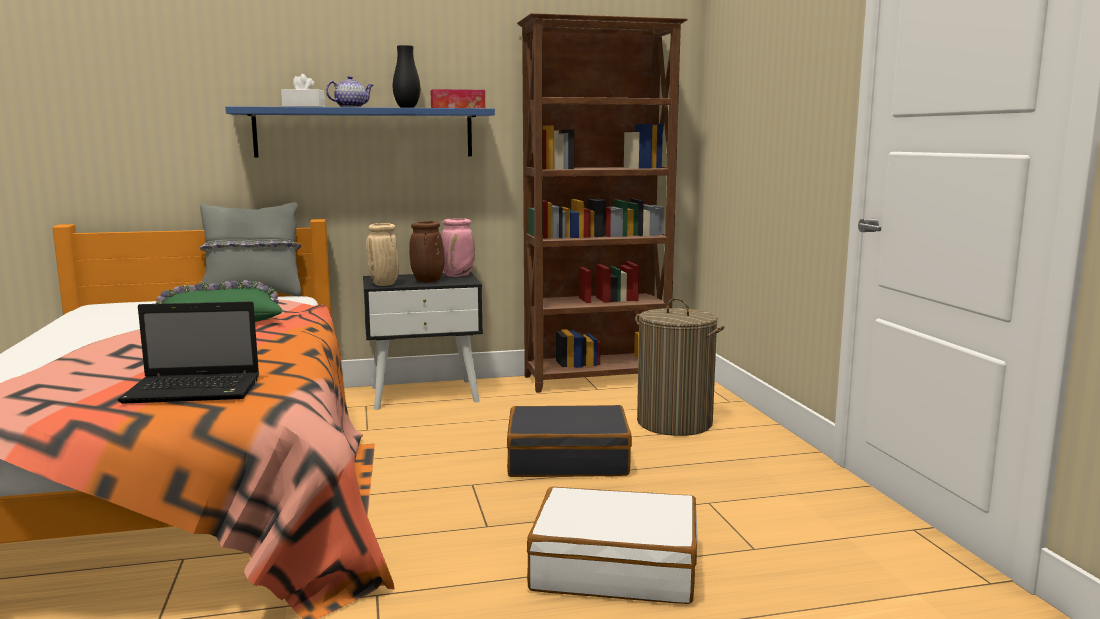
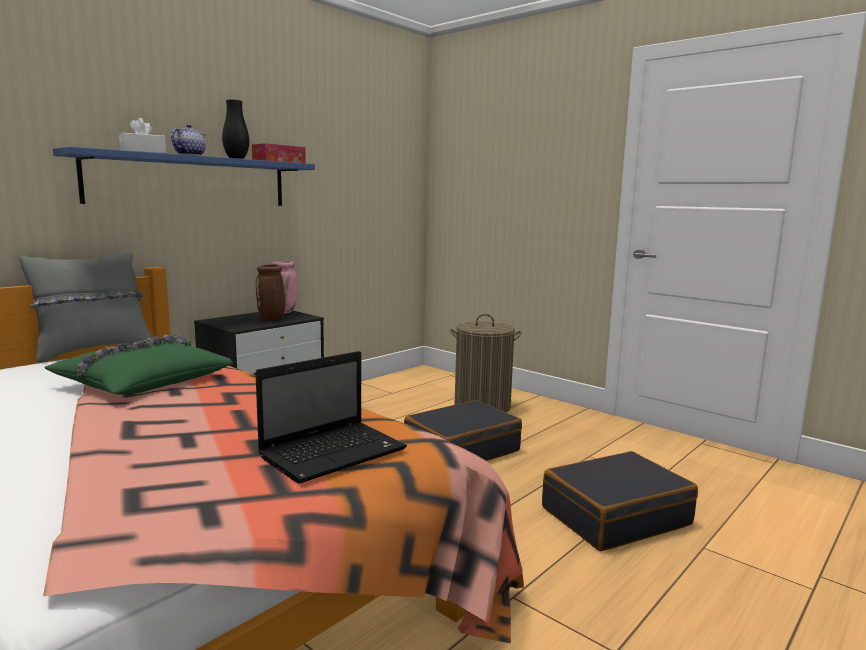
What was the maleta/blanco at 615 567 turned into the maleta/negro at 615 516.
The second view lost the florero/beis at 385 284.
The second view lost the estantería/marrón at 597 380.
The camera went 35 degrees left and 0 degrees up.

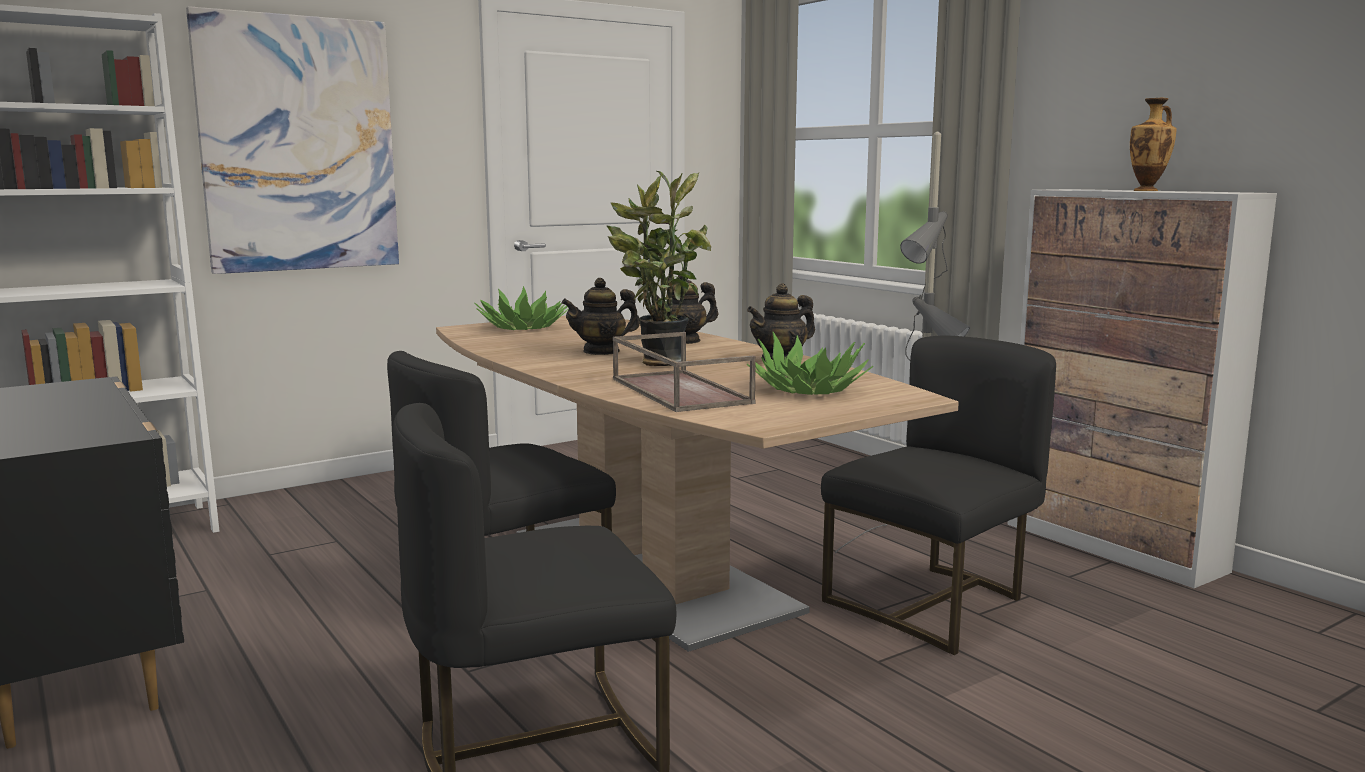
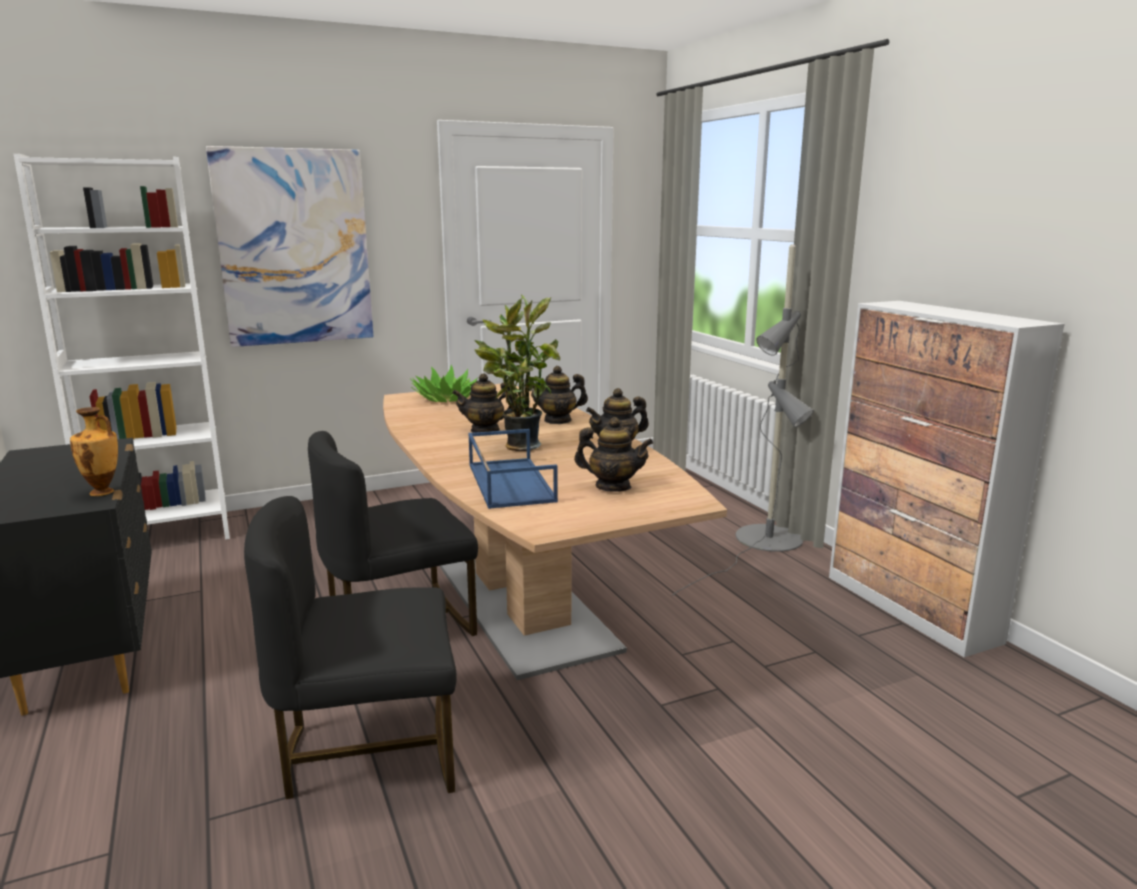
The florero ended up elsewhere, having gone from 1147 190 to 103 492.
What was the bandeja/marrón at 677 390 turned into the bandeja/azul at 508 482.
Where the planta en maceta stood at 808 389, the tetera came to stand at 613 487.
The second view lost the silla/negro at 933 604.
The camera went 10 degrees right and 5 degrees up.

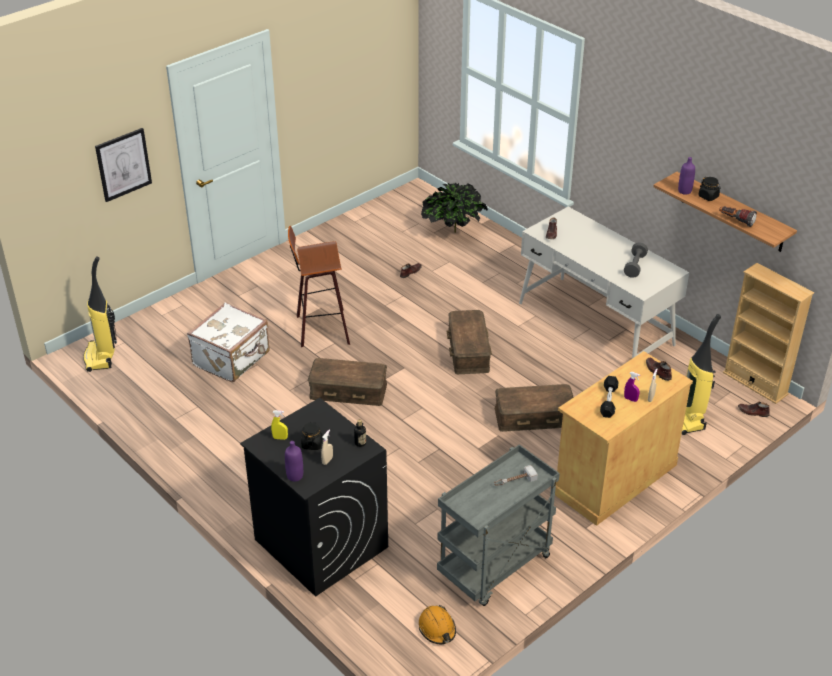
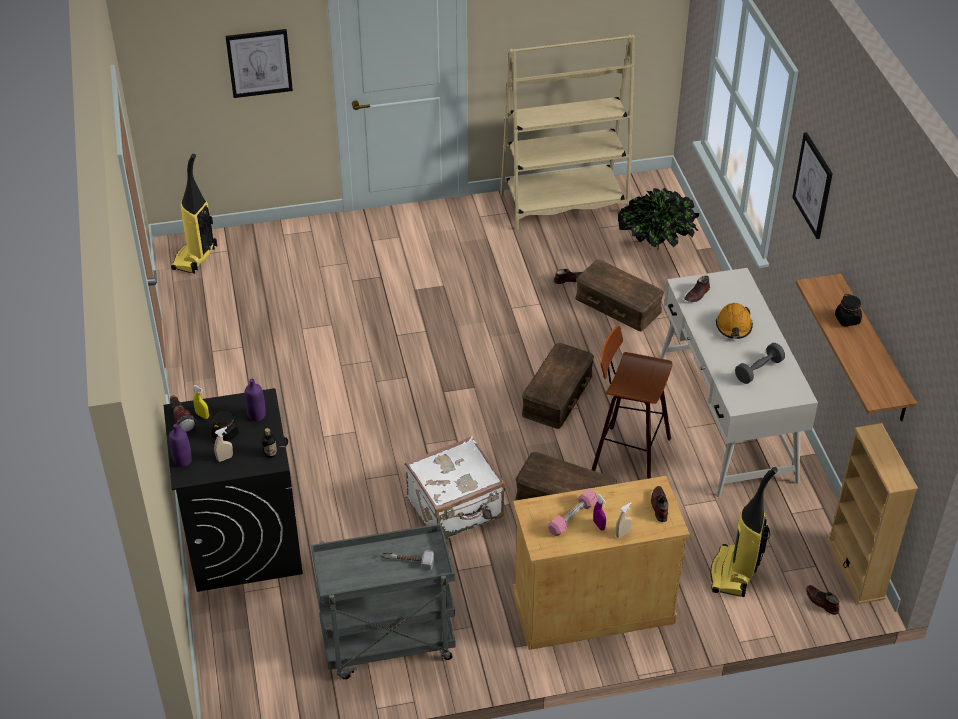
The linterna ended up elsewhere, having gone from 736 221 to 181 419.
The botella/morado ended up elsewhere, having gone from 684 191 to 256 415.
The maleta/blanco ended up elsewhere, having gone from 232 359 to 456 509.
The second view gained the estantería/beis at 564 204.
What was the mancuerna/negro at 608 401 turned into the mancuerna/rosa at 572 517.
The caja de almacenaje/marrón ended up elsewhere, having gone from 348 391 to 617 305.
The taburete ended up elsewhere, having gone from 320 329 to 628 455.
The casco/naranja ended up elsewhere, having gone from 437 629 to 734 326.
The second view gained the cuadro at 813 185.
The camera went 30 degrees right and 5 degrees up.

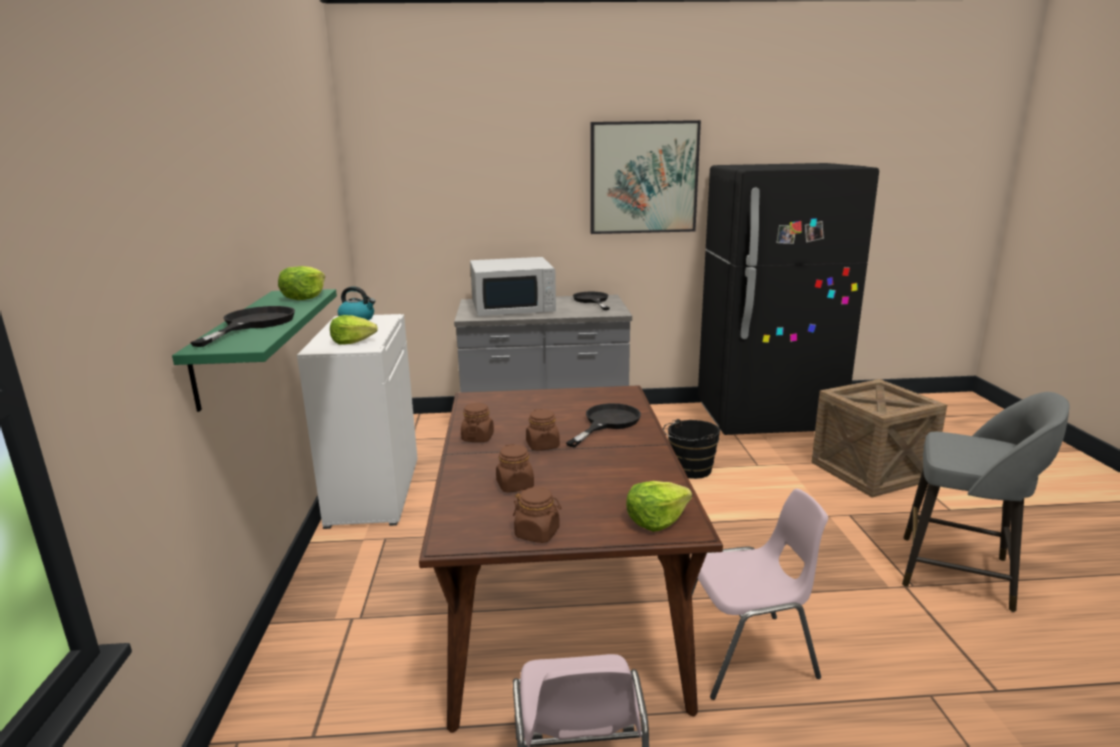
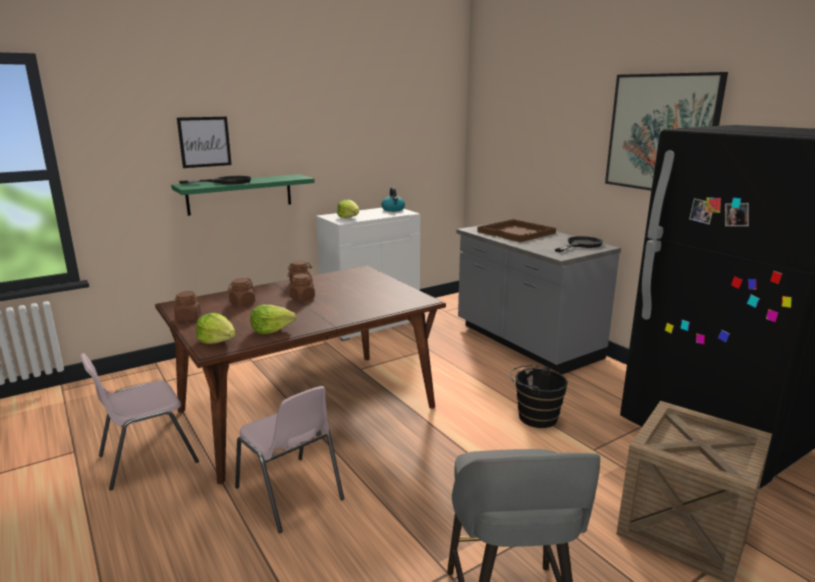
The second view gained the cuadro at 204 142.
The lechuga ended up elsewhere, having gone from 304 297 to 271 330.
Where the microondas/blanco stood at 513 307, the bandeja/marrón came to stand at 517 232.
The second view lost the sartén/negro at 607 422.
The camera went 60 degrees right and 0 degrees up.

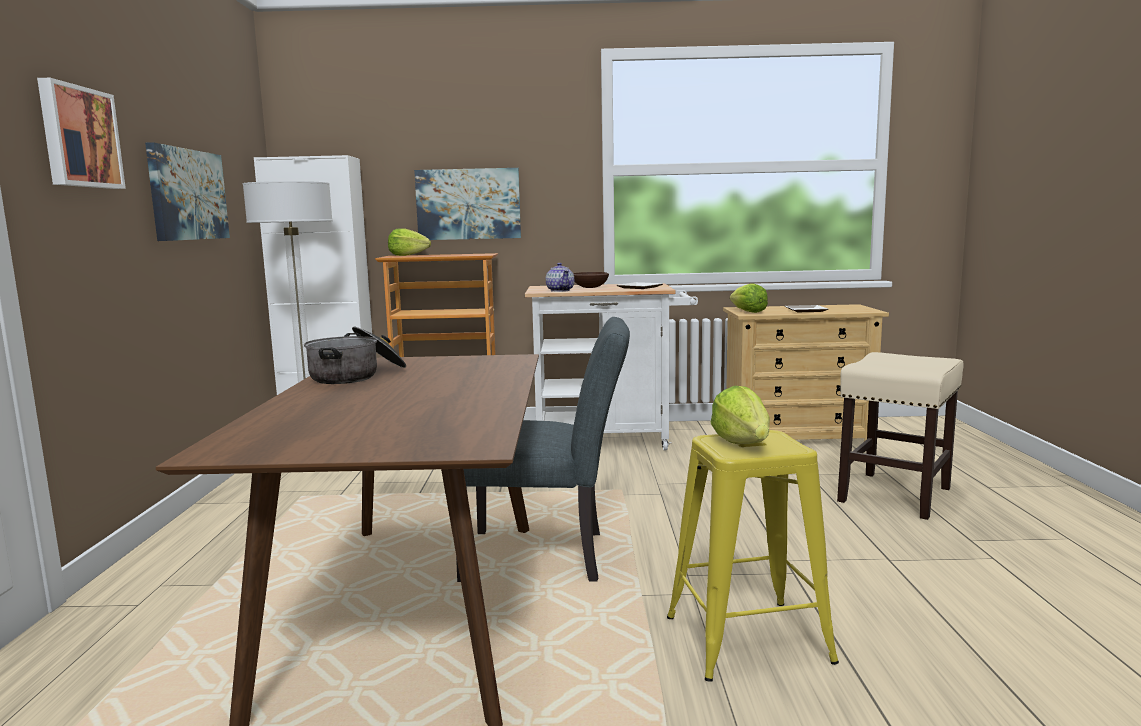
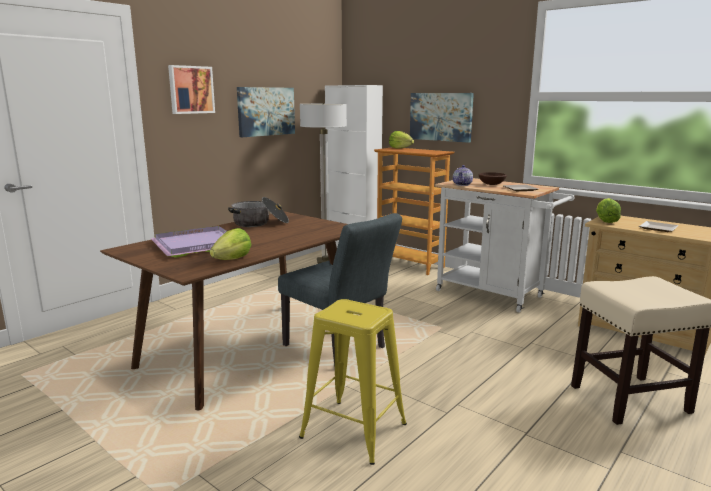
The second view gained the bandeja/morado at 196 245.
The lechuga ended up elsewhere, having gone from 742 443 to 232 259.
The camera went 40 degrees right and 5 degrees up.

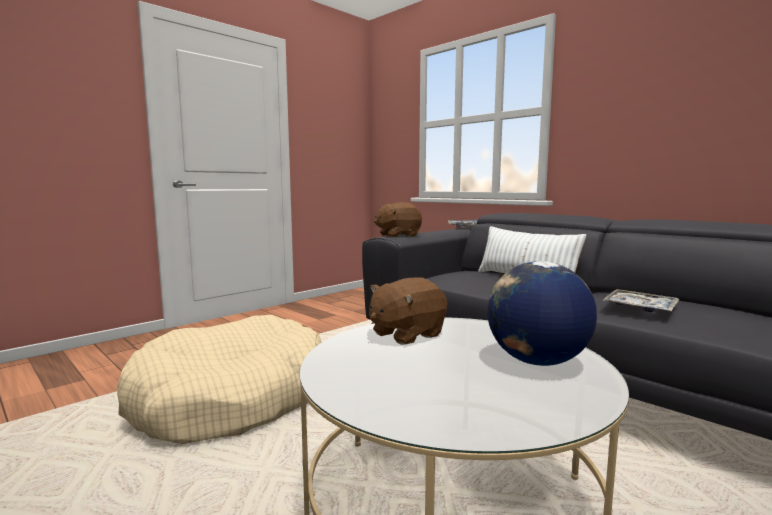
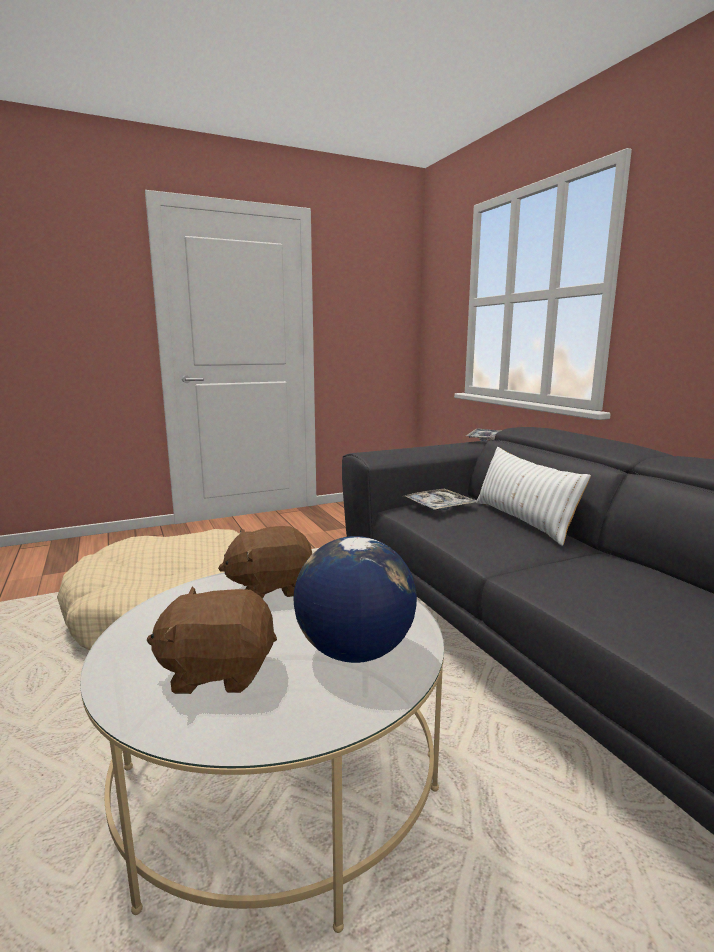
The peluche/marrón ended up elsewhere, having gone from 398 235 to 218 671.
The bandeja ended up elsewhere, having gone from 640 308 to 439 506.
The camera went 20 degrees right and 5 degrees up.

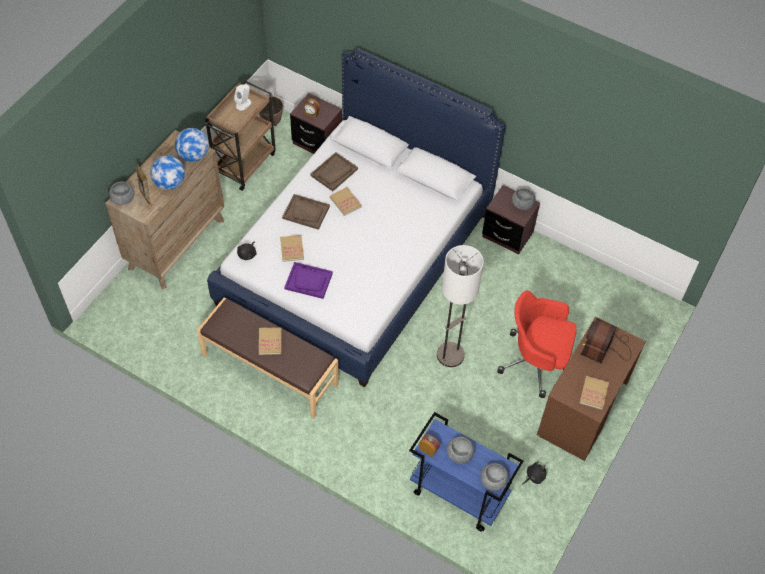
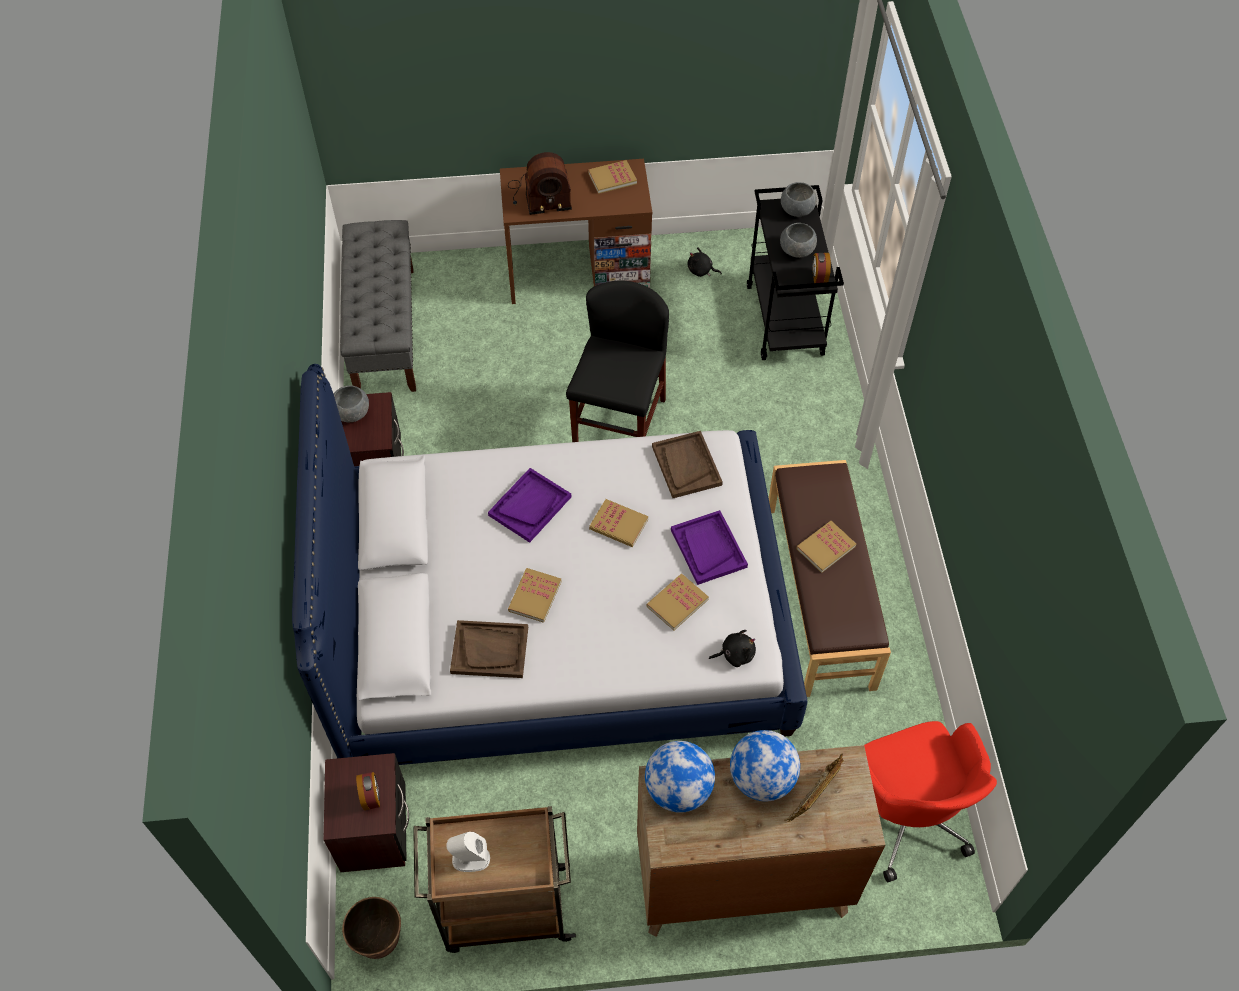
The second view gained the banco/gris at 385 330.
The second view gained the bandeja/morado at 530 506.
Where the lámpara de pie stood at 450 355, the silla/negro came to stand at 619 423.
The second view gained the libro at 618 524.
The bandeja/marrón ended up elsewhere, having gone from 306 212 to 686 465.
What was the carrito/azul at 457 494 turned into the carrito/negro at 785 320.
The silla de oficina/rojo ended up elsewhere, having gone from 536 362 to 905 812.
The second view lost the cuenco/gris at 123 199.
The camera went 125 degrees left and 0 degrees up.

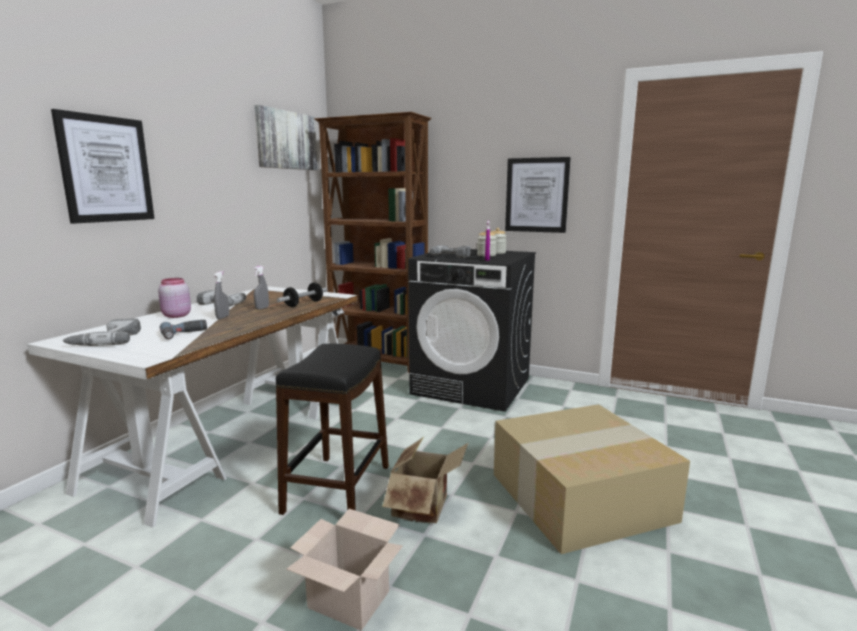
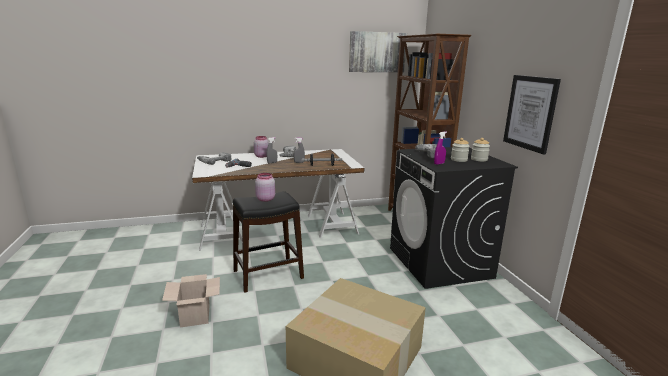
The second view gained the tarro/rosa at 265 199.
The second view lost the cuadro at 106 169.
The second view lost the caja de cartón at 425 507.
The camera went 50 degrees right and 5 degrees up.

